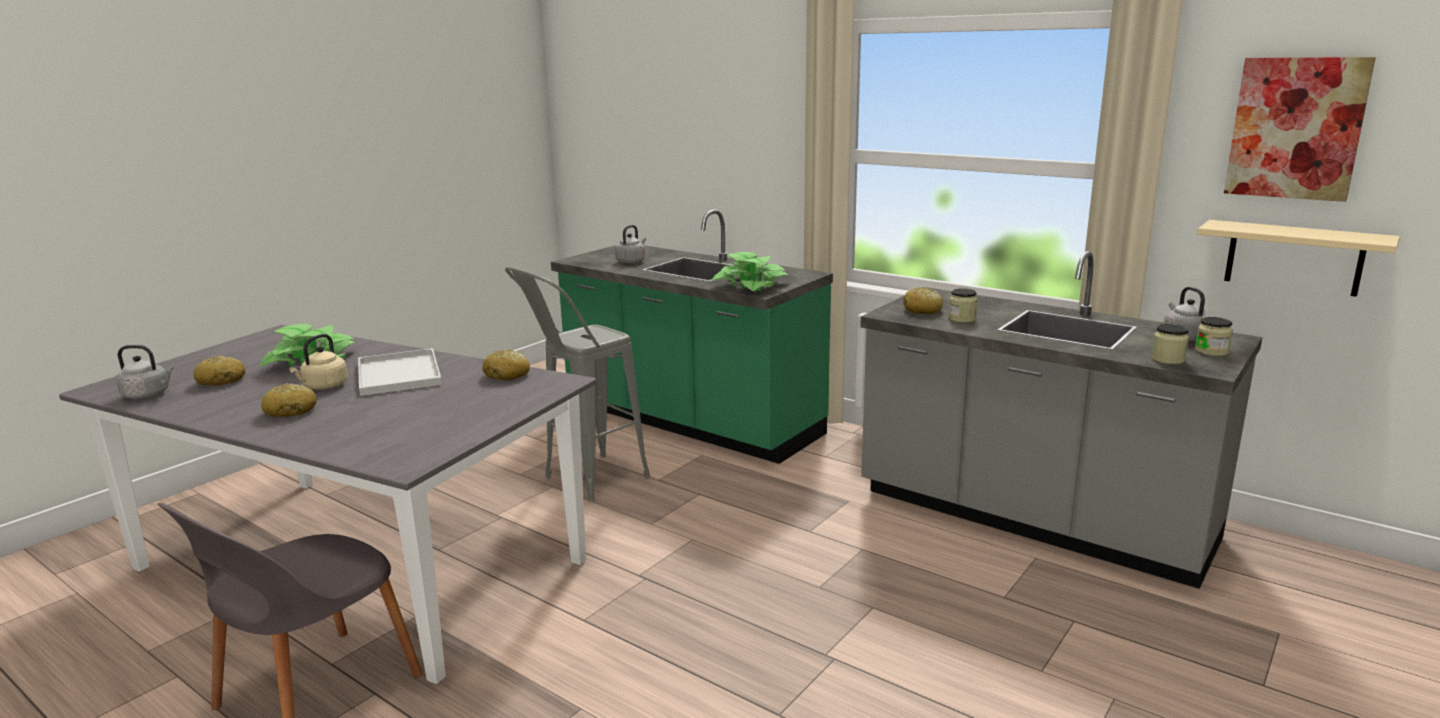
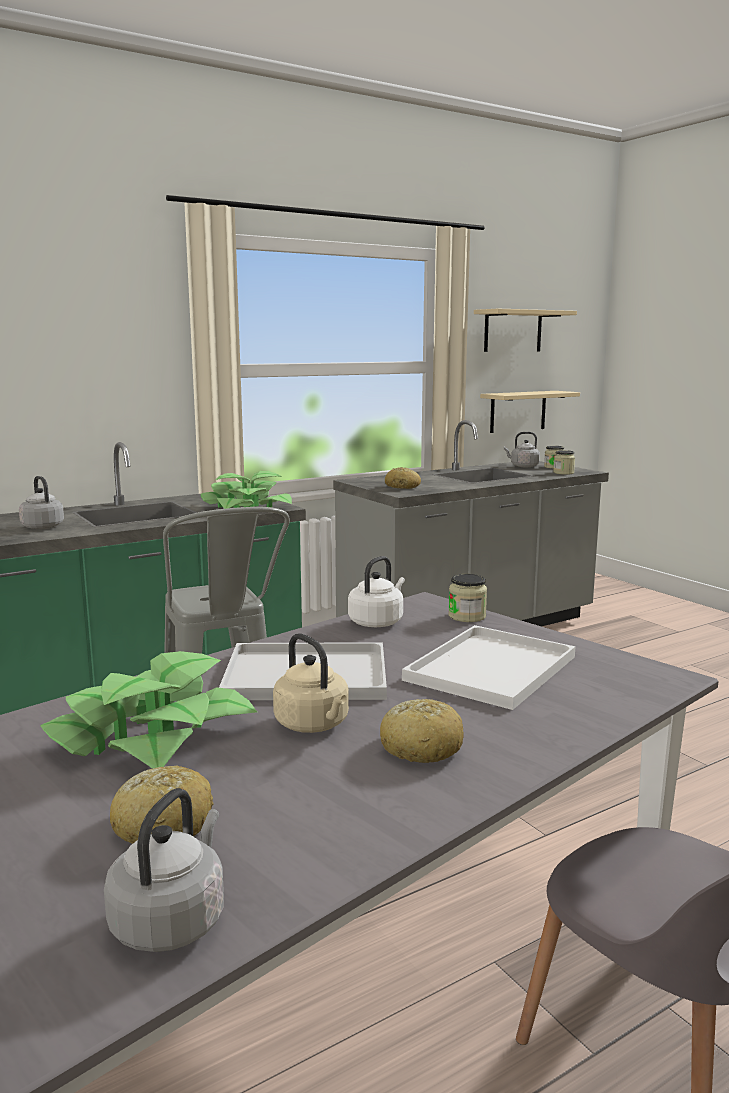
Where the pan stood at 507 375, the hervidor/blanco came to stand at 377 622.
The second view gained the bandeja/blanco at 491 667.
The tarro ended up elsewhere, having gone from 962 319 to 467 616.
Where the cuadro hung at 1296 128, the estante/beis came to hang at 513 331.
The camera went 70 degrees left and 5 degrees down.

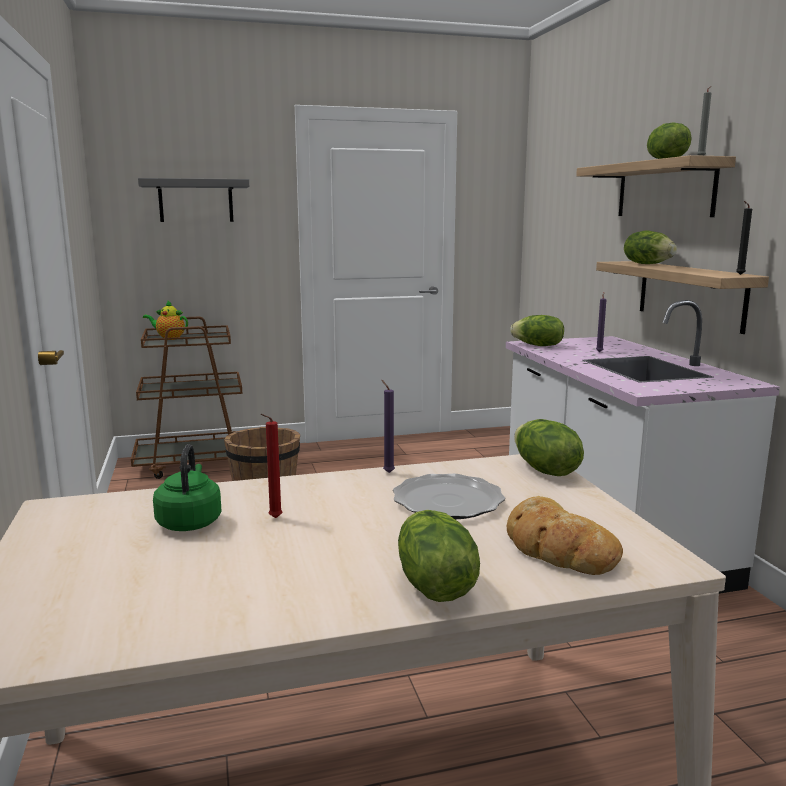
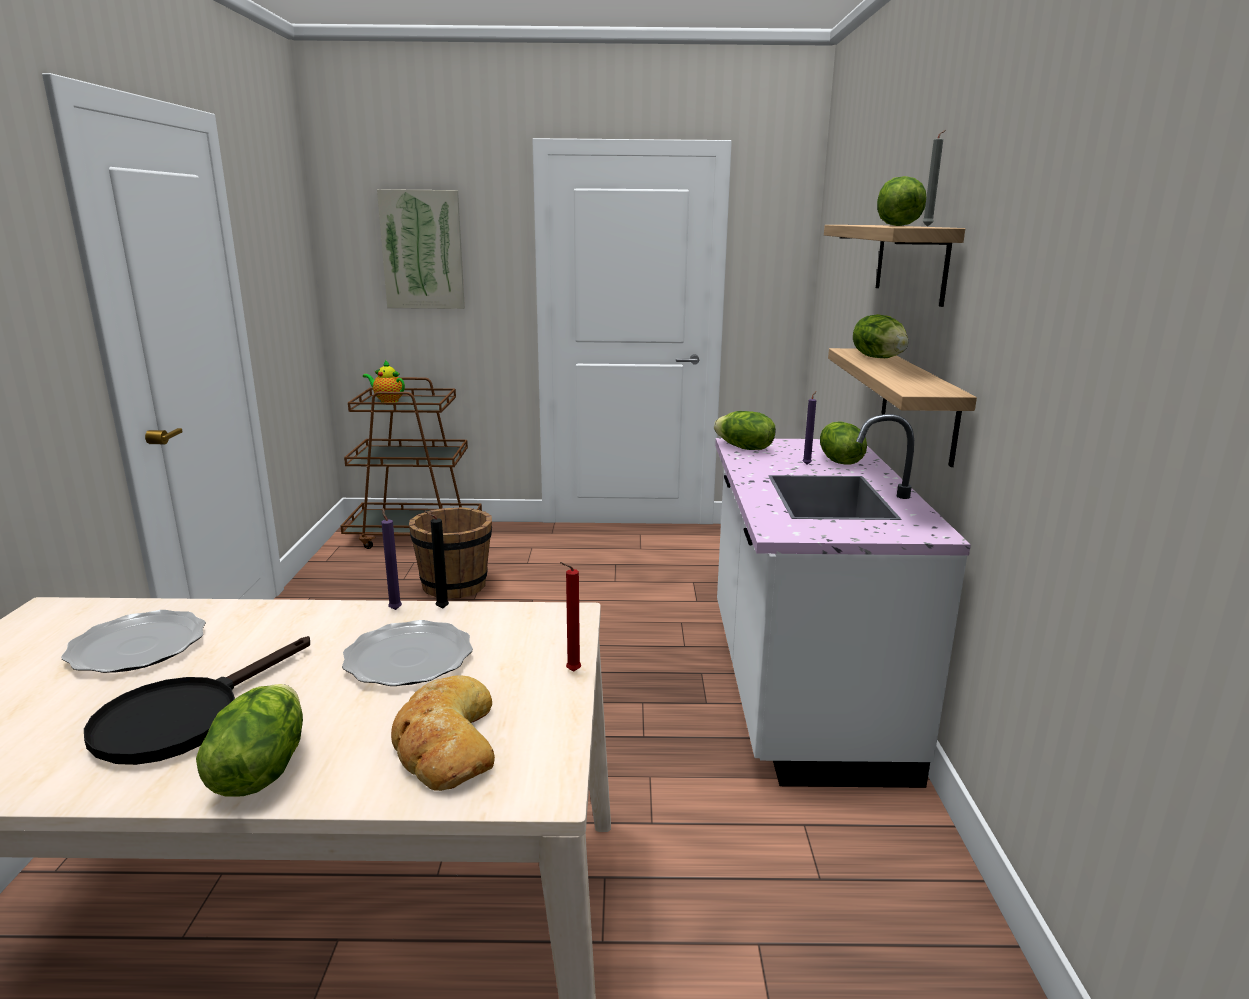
Where the hervidor/verde stood at 190 521, the plato came to stand at 138 646.
The second view gained the sartén/negro at 184 716.
Where the estante/gris hung at 196 201, the cuadro came to hang at 422 250.
The vela/negro ended up elsewhere, having gone from 739 275 to 440 608.
The vela/rojo ended up elsewhere, having gone from 273 518 to 571 672.
The lechuga ended up elsewhere, having gone from 544 470 to 838 461.
The camera went 15 degrees right and 5 degrees up.

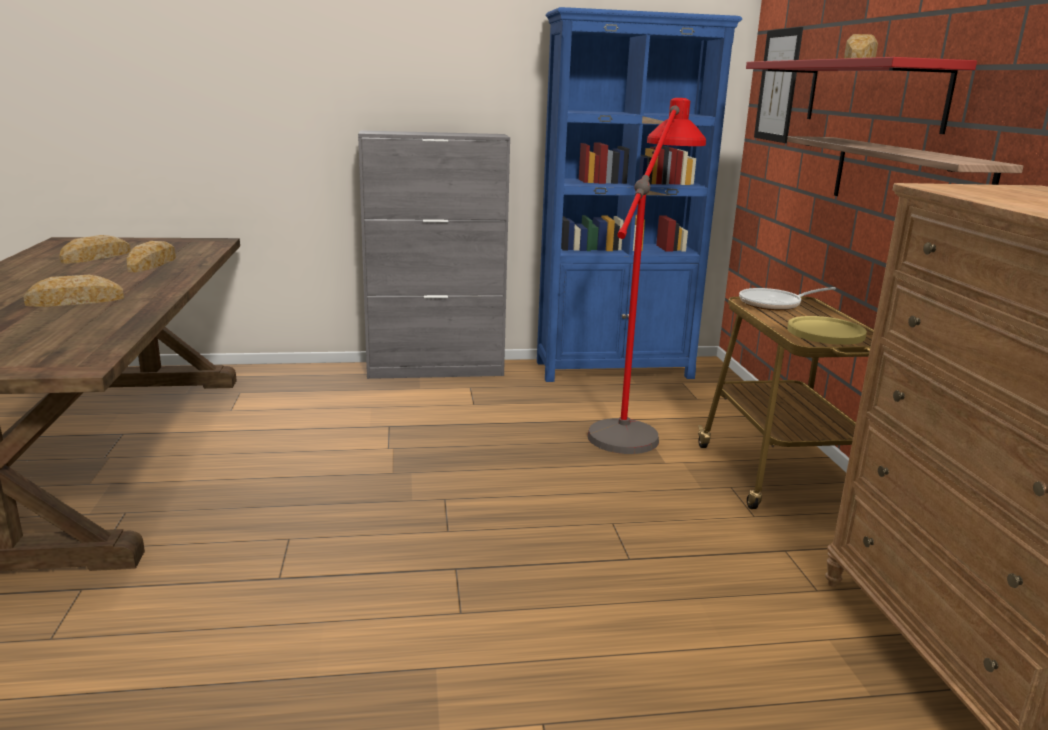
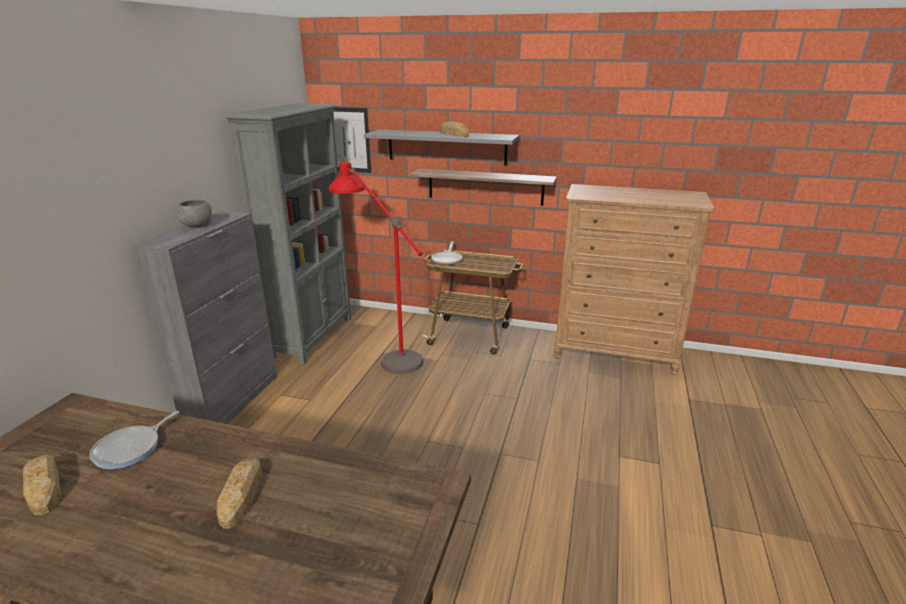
Where the pan stood at 151 264, the sartén came to stand at 131 448.
The second view gained the cuenco/gris at 198 226.
What was the estantería/azul at 615 370 turned into the estantería/gris at 313 336.
What was the estante/rojo at 872 94 turned into the estante/gris at 446 147.
The second view lost the plato/amarillo at 825 332.
The camera went 65 degrees left and 5 degrees up.

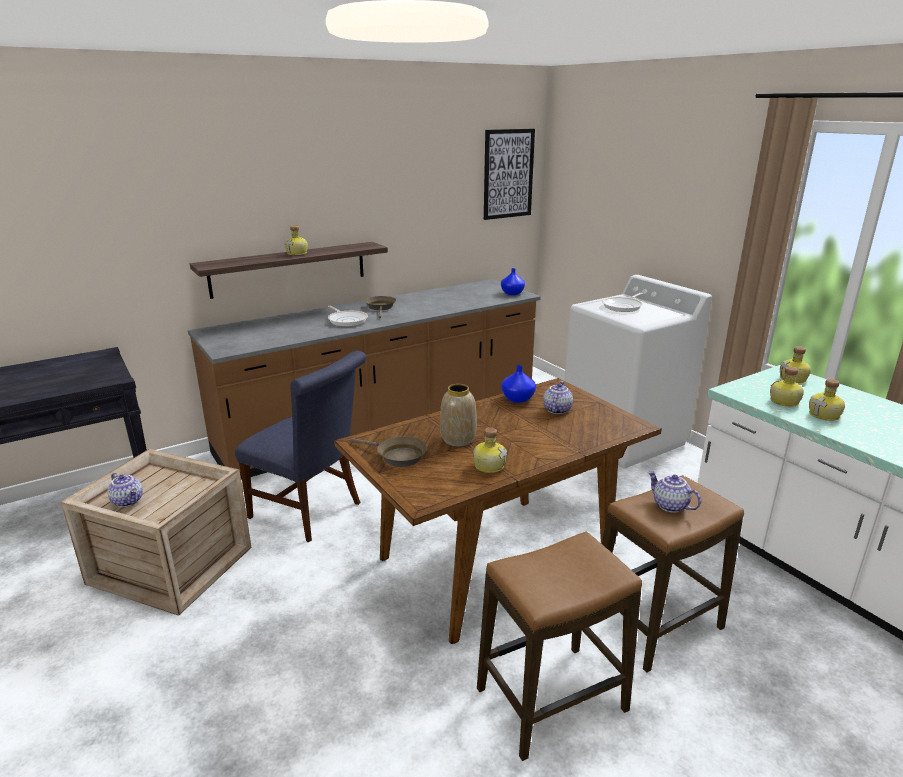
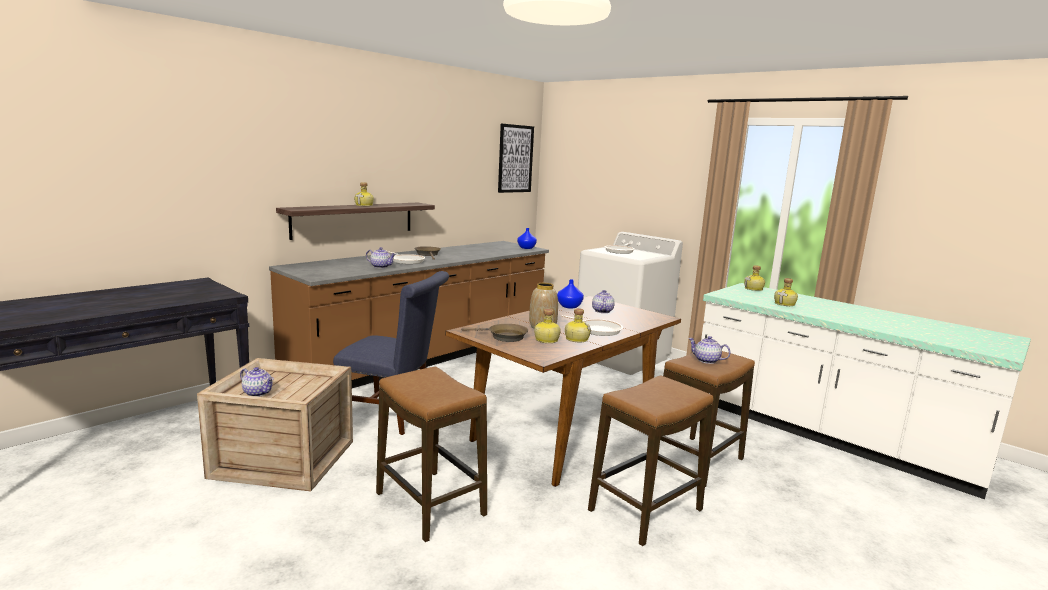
The second view gained the tetera at 381 267.
The second view gained the taburete at 429 504.
The botella ended up elsewhere, having gone from 784 402 to 546 340.
The second view gained the sartén at 597 329.
The camera went 15 degrees left and 10 degrees down.

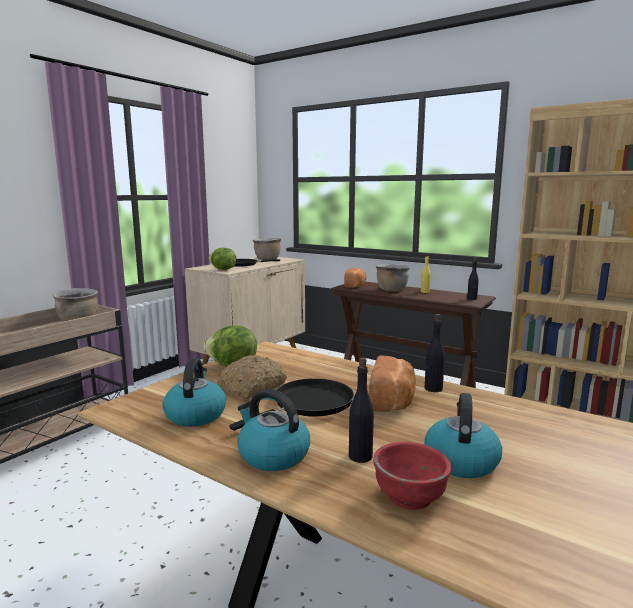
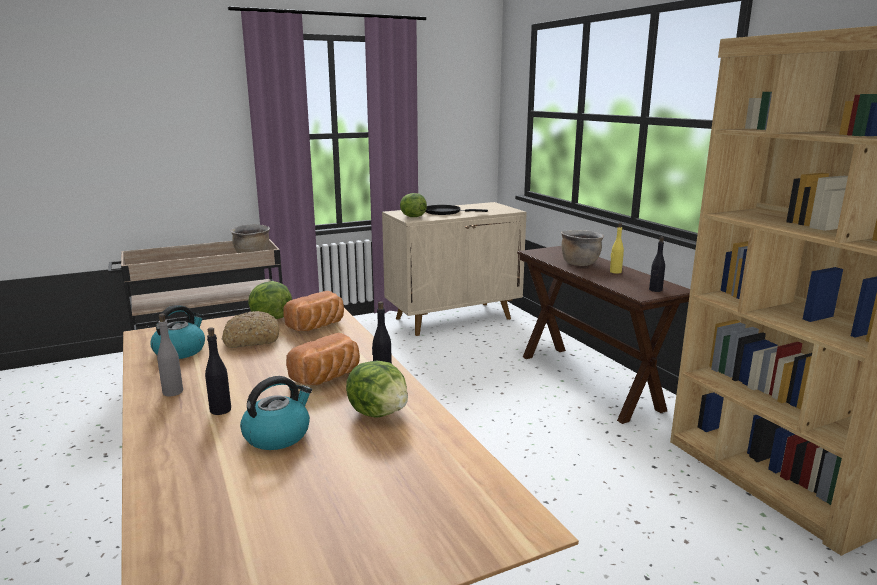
Where the hervidor stood at 272 455, the botella/gris came to stand at 173 392.
The pan ended up elsewhere, having gone from 356 286 to 318 326.
The second view gained the lechuga at 379 412.
The second view lost the sartén/negro at 309 404.
The second view lost the olla/marrón at 267 259.
The second view lost the cuenco/rojo at 409 496.
The camera went 30 degrees right and 5 degrees up.

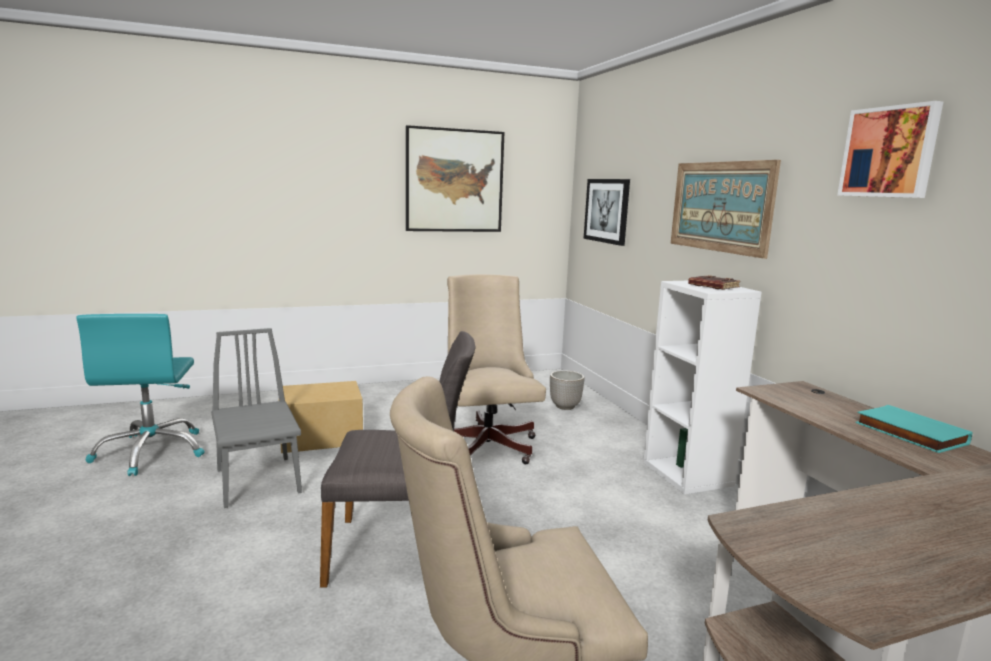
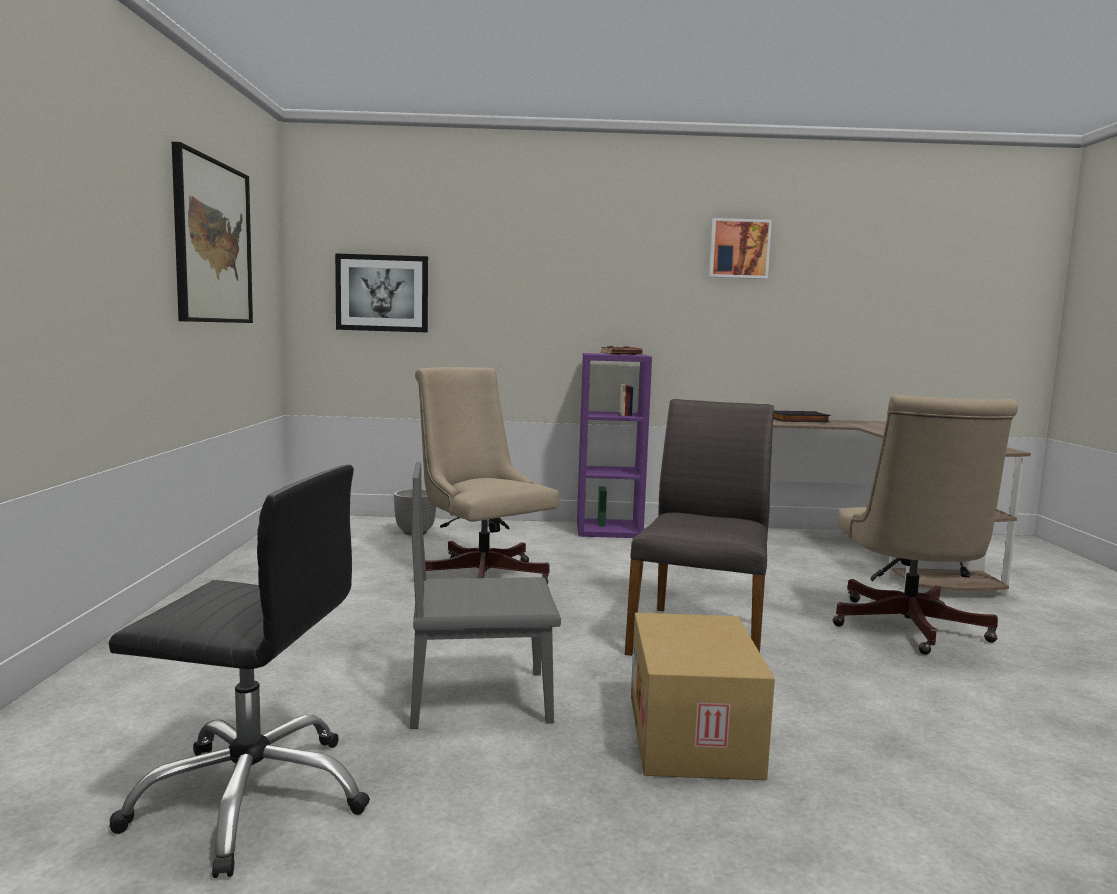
What was the silla de oficina/turquesa at 151 452 turned into the silla de oficina/negro at 252 797.
The silla de oficina/beis at 487 443 ended up facing another way, 45 degrees clockwise from before.
What was the estantería/blanco at 688 474 turned into the estantería/morado at 609 530.
The caja de cartón ended up elsewhere, having gone from 320 438 to 695 736.
What was the libro/turquesa at 908 433 turned into the libro/negro at 799 420.
The second view lost the cuadro at 720 206.
The camera went 70 degrees left and 5 degrees down.

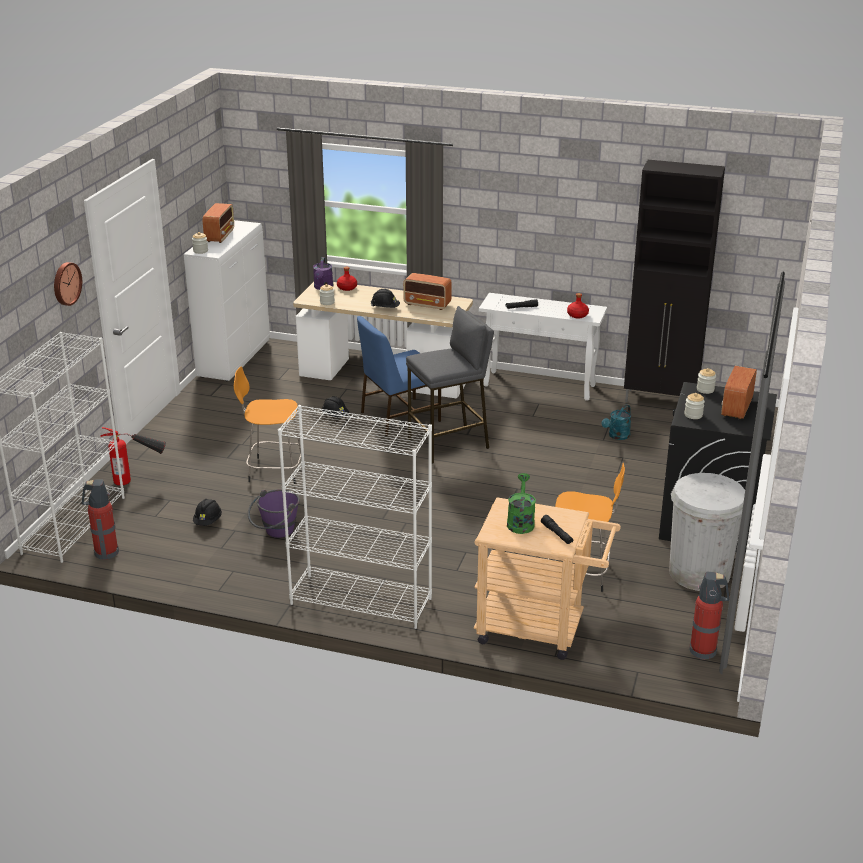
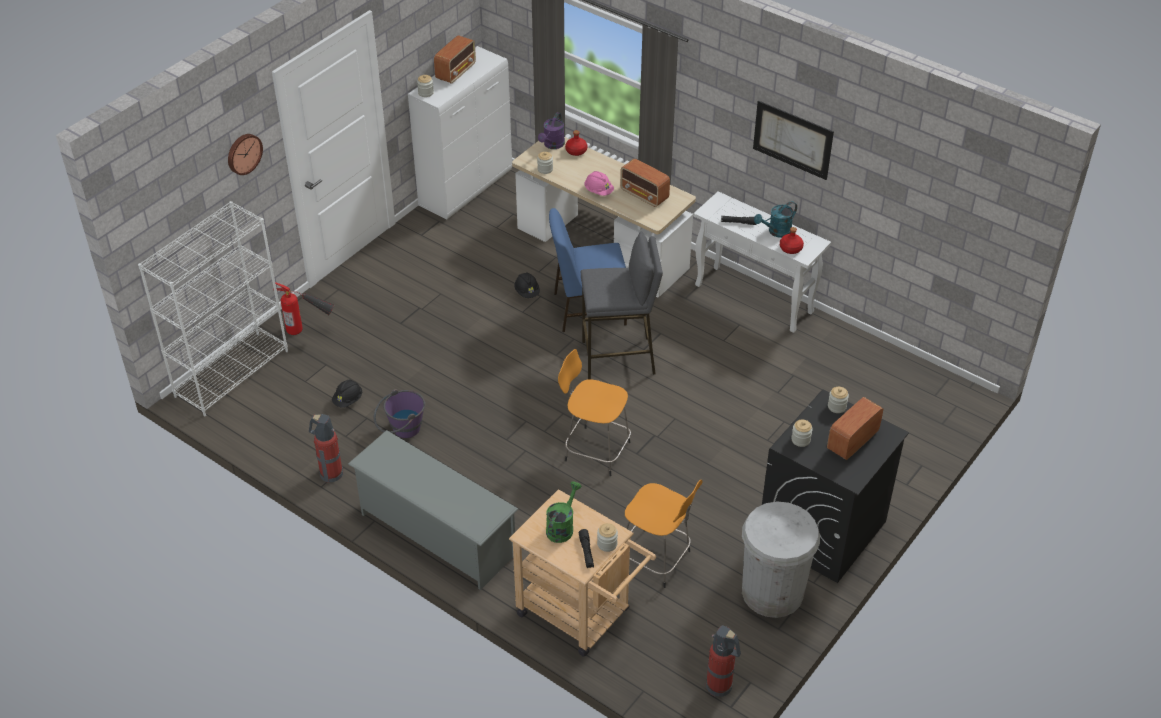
The extintor ended up elsewhere, having gone from 105 552 to 330 473.
Where the estantería/blanco stood at 360 601, the zapatero/gris came to stand at 436 535.
The taburete/naranja ended up elsewhere, having gone from 273 470 to 595 450.
What was the casco/negro at 385 308 turned into the casco/rosa at 598 191.
The second view gained the tarro at 607 544.
The second view gained the cuadro at 792 139.
The regadera/turquesa ended up elsewhere, having gone from 617 436 to 776 232.
The second view lost the armario/negro at 661 400.
The camera went 20 degrees right and 15 degrees up.

